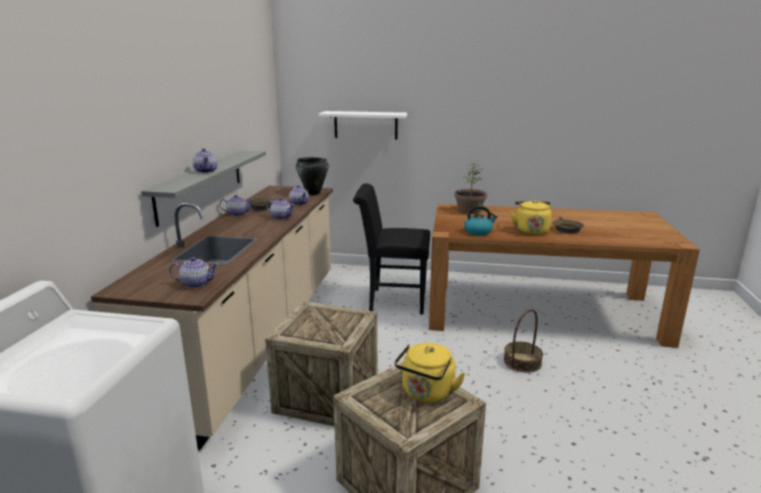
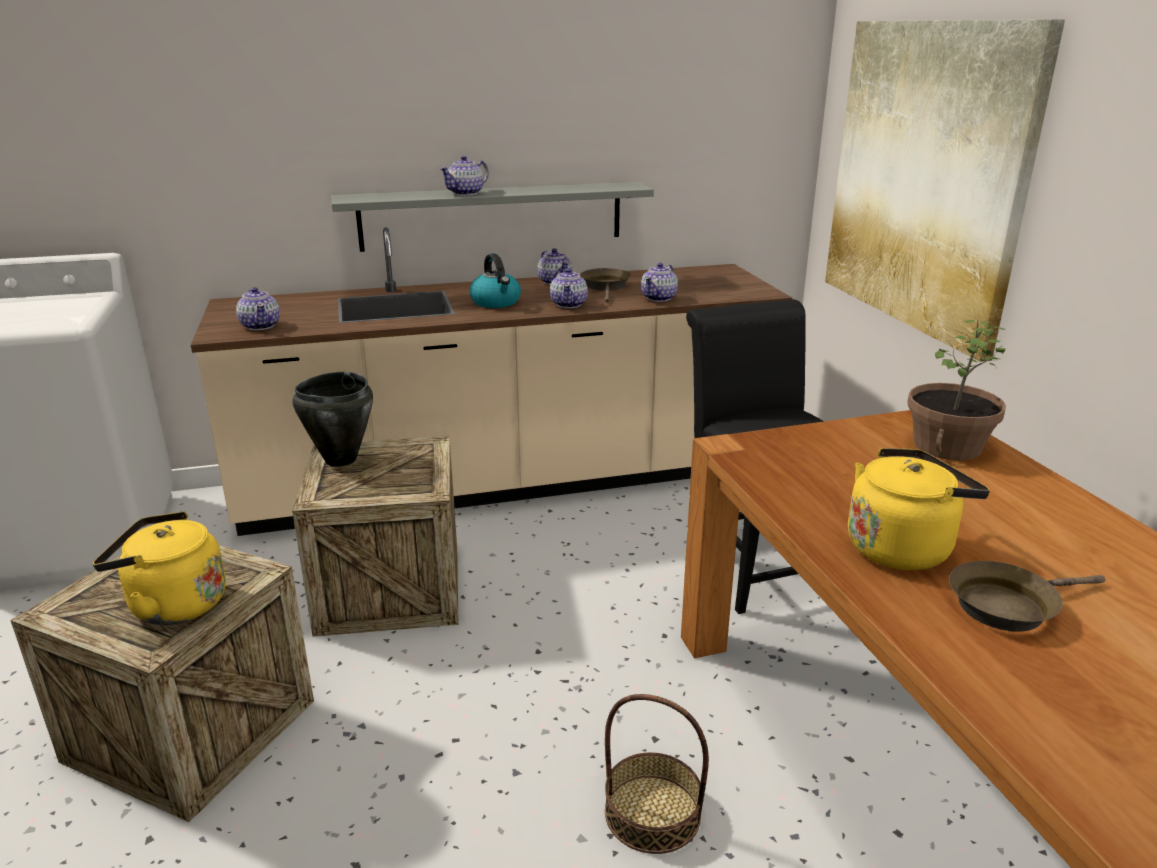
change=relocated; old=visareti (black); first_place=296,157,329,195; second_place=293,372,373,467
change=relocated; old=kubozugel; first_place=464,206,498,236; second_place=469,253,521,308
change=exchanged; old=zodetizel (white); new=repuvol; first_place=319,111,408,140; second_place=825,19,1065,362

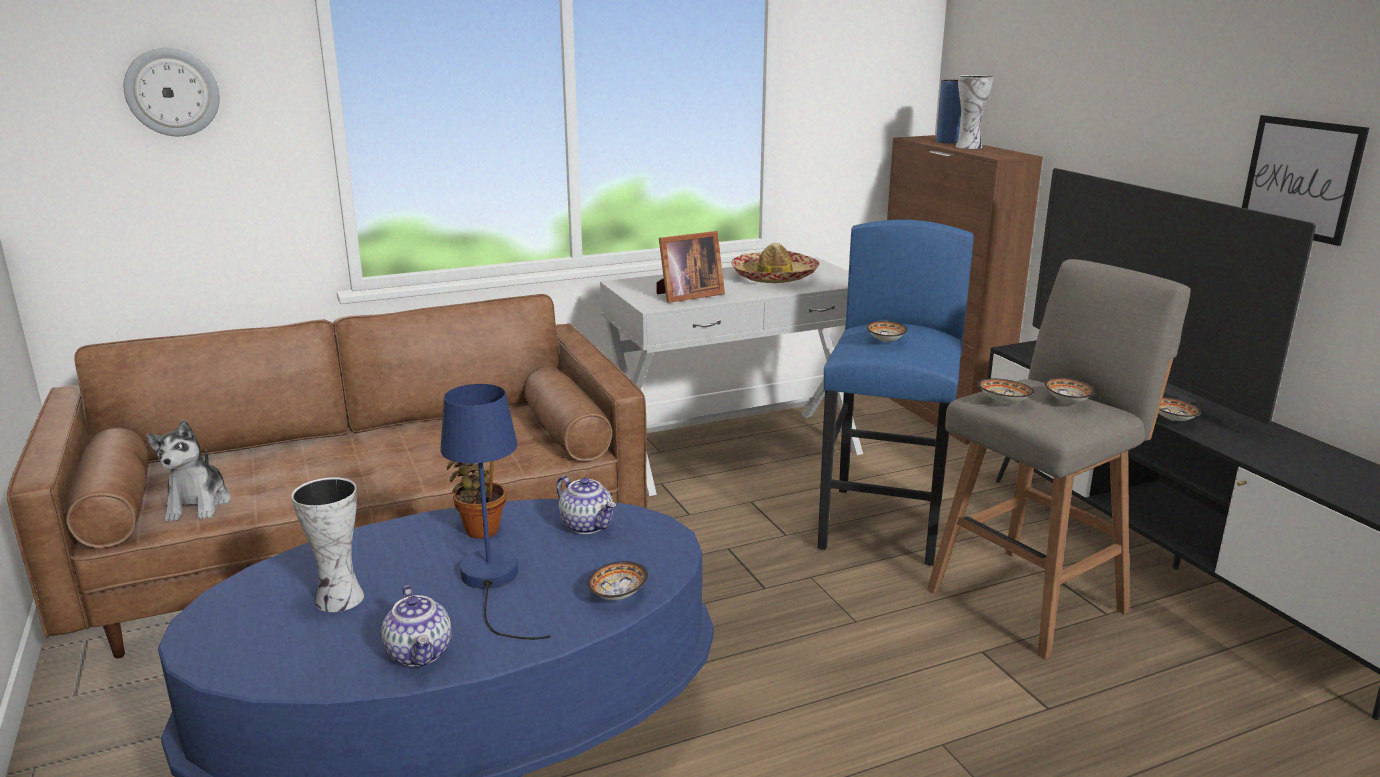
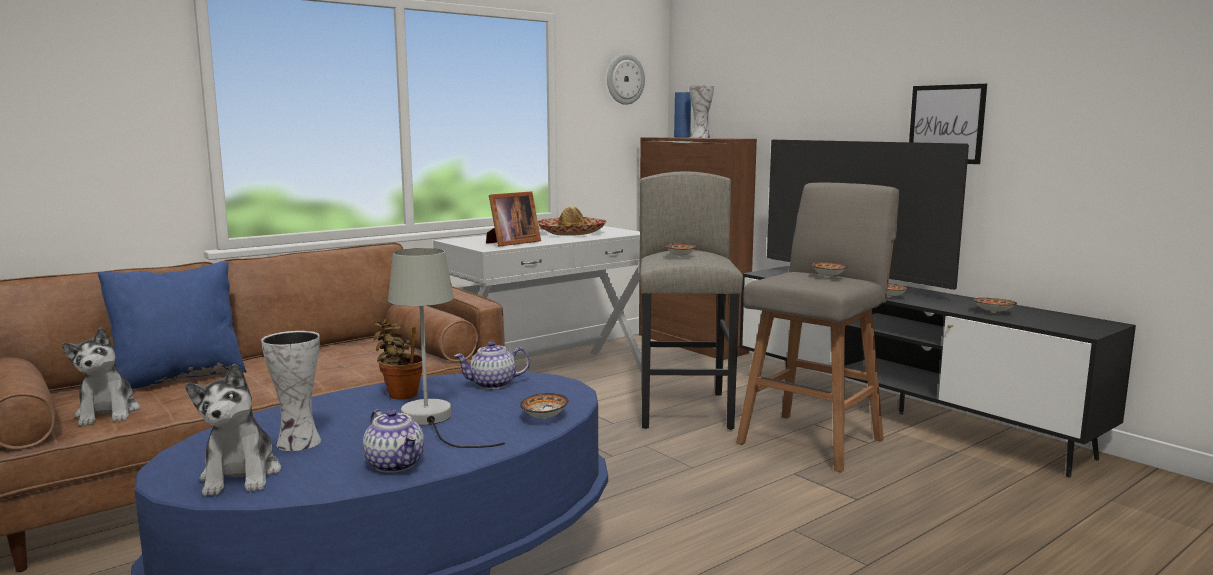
change=appeared; new=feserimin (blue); second_place=97,261,247,389
change=appeared; new=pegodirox; second_place=185,364,281,496
change=relocated; old=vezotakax; first_place=124,48,220,136; second_place=607,54,645,105
change=relocated; old=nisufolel; first_place=977,378,1035,403; second_place=972,298,1017,313
change=colour; old=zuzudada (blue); new=zuzudada (grey); first_place=440,384,551,640; second_place=388,248,505,448
change=colour; old=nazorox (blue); new=nazorox (grey); first_place=818,220,974,566; second_place=639,171,743,430
change=spun; old=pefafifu; first_place=556,476,616,534; second_place=454,341,530,389; degrees=135

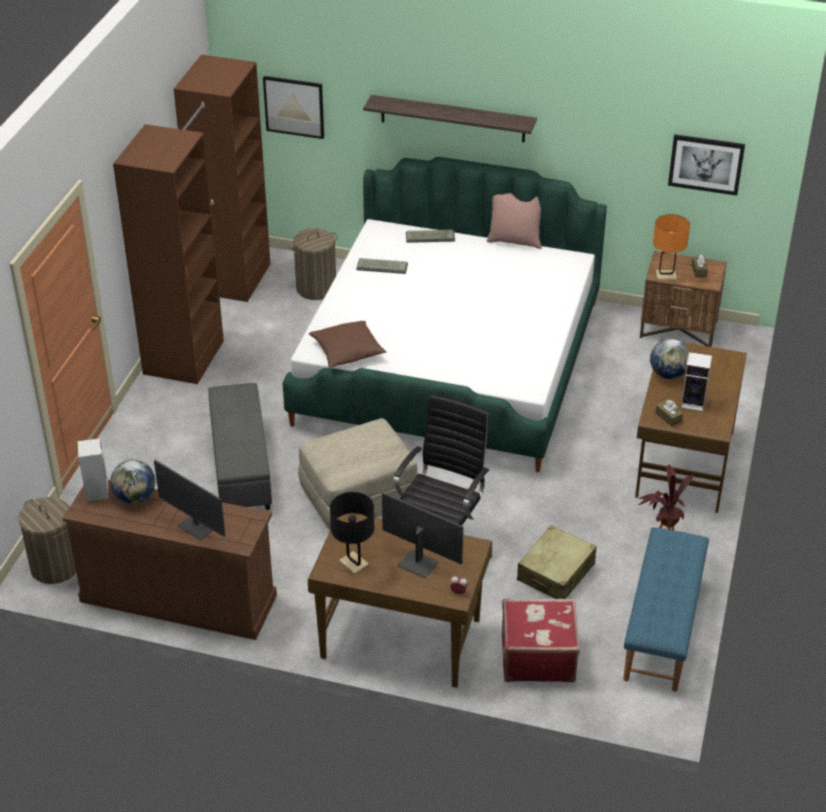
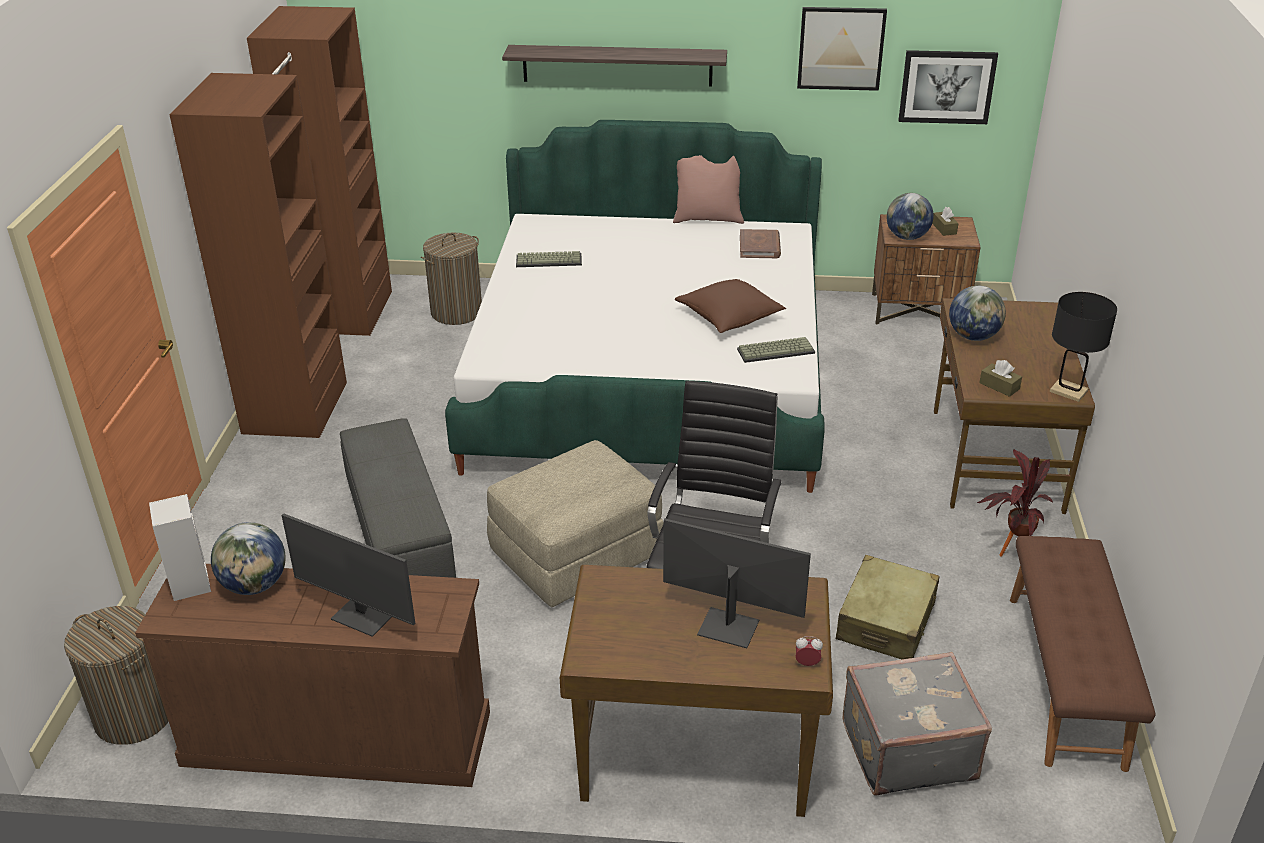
change=missing; old=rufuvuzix; first_place=681,352,712,411
change=appeared; new=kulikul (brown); second_place=740,229,781,258
change=relocated; old=repuvol; first_place=263,76,324,139; second_place=797,7,887,91
change=relocated; old=feserimin (brown); first_place=309,321,386,368; second_place=675,279,786,333
change=relocated; old=zuzudada (black); first_place=330,492,375,575; second_place=1050,292,1117,402
change=relocated; old=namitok; first_place=406,230,455,243; second_place=737,337,815,363
change=exchanged; old=zuzudada (orange); new=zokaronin; first_place=653,214,690,280; second_place=887,193,934,240
change=colour; old=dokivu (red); new=dokivu (grey); first_place=502,599,580,682; second_place=843,652,992,796
change=colour; old=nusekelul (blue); new=nusekelul (brown); first_place=623,527,709,692; second_place=1010,536,1156,772

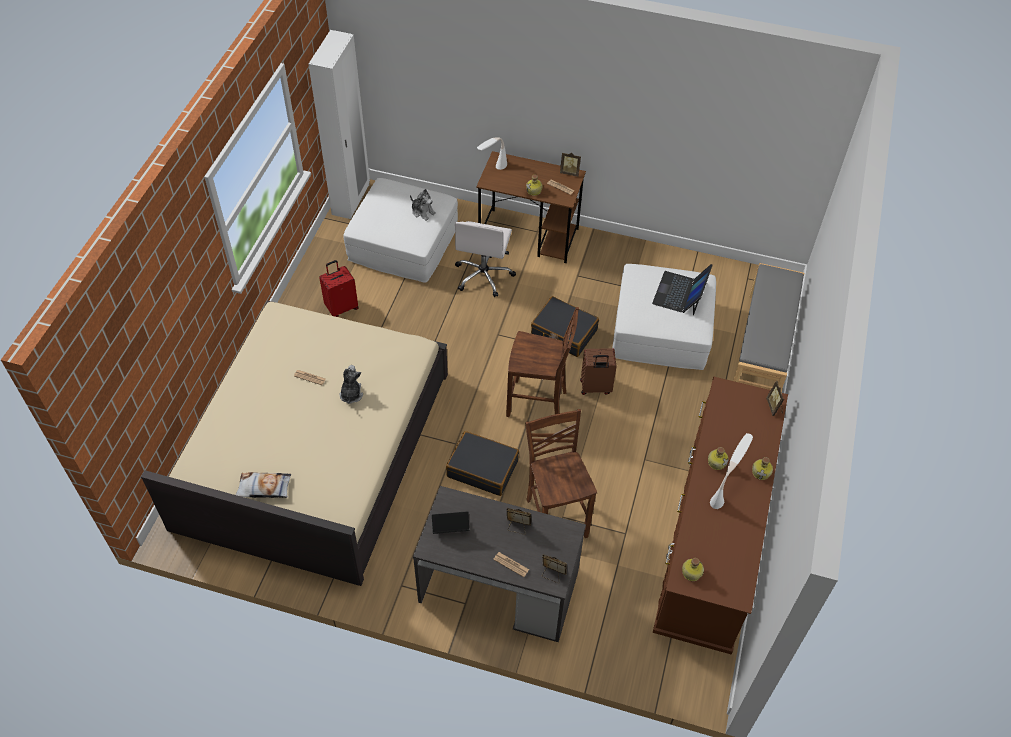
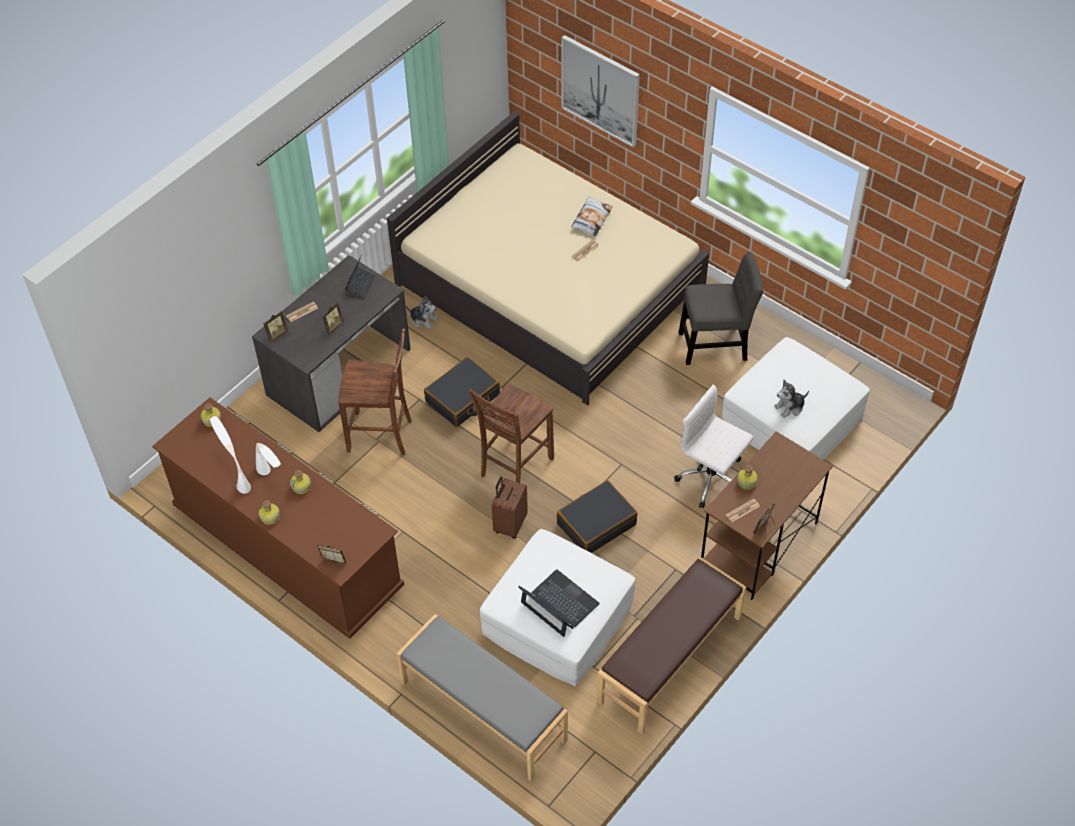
change=missing; old=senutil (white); first_place=308,30,370,219
change=appeared; new=repuvol; second_place=561,35,640,148
change=appeared; new=nusekelul (brown); second_place=597,557,746,735
change=relocated; old=feserimin; first_place=236,472,291,498; second_place=571,196,613,236
change=relocated; old=pegodirox; first_place=340,365,363,404; second_place=406,296,438,329
change=relocated; old=zuzudada (white); first_place=477,138,507,170; second_place=210,416,251,494
change=exchanged; old=dokivu (red); new=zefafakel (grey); first_place=319,260,359,317; second_place=678,252,764,365

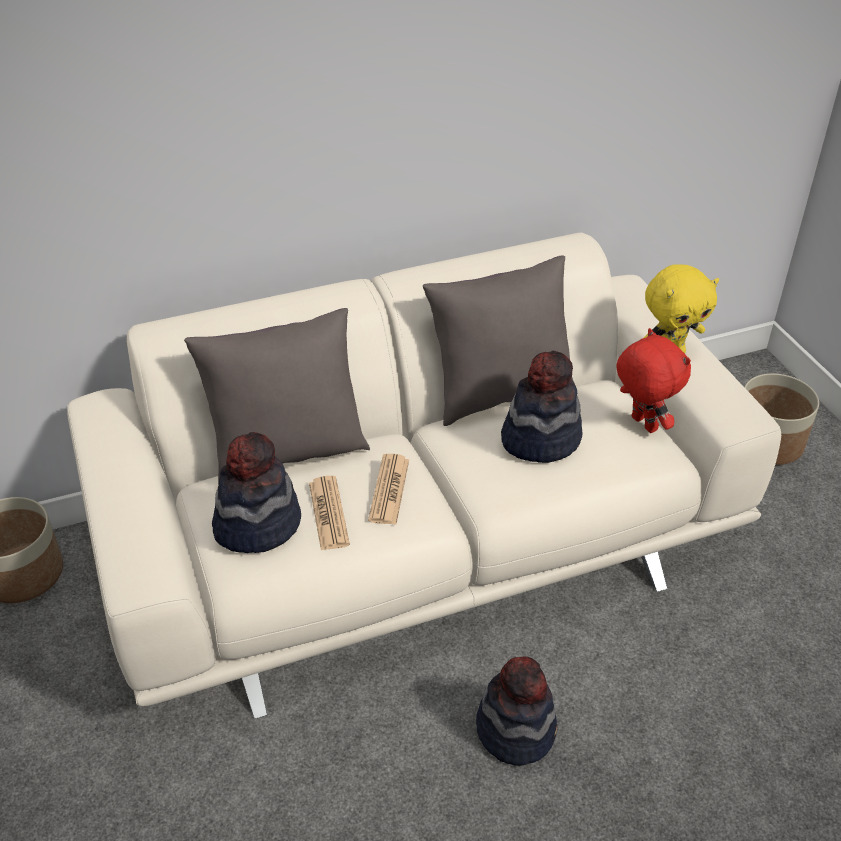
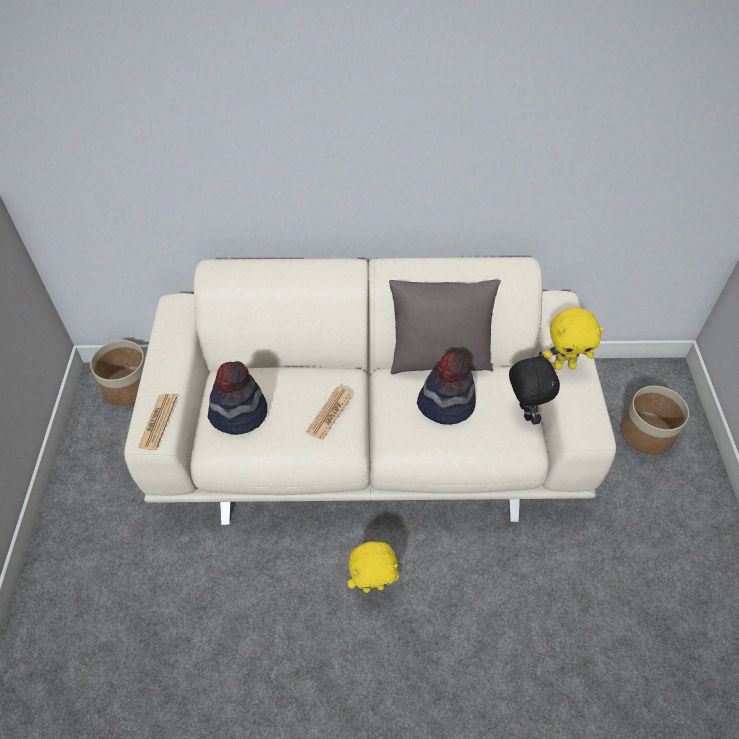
change=missing; old=feserimin (grey); first_place=184,308,370,485
change=relocated; old=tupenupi; first_place=309,476,350,550; second_place=138,394,177,450
change=exchanged; old=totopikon; new=pegodirox (yellow); first_place=476,656,558,766; second_place=348,542,399,593
change=colour; old=pegodirox (red); new=pegodirox (black); first_place=616,328,691,433; second_place=509,351,560,425

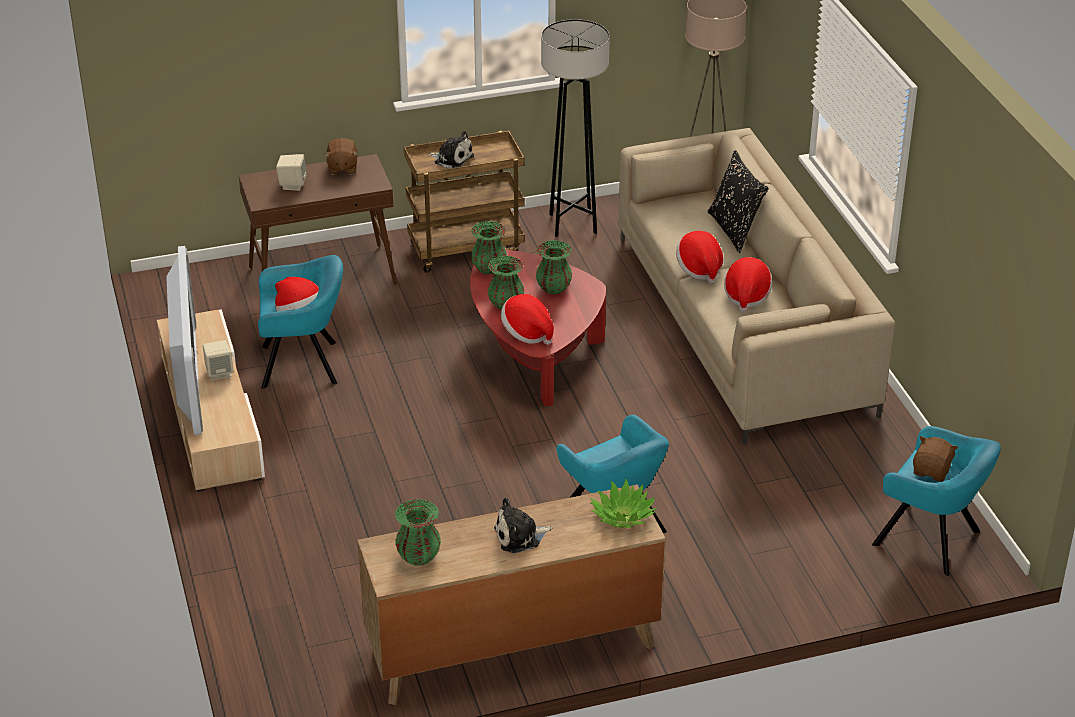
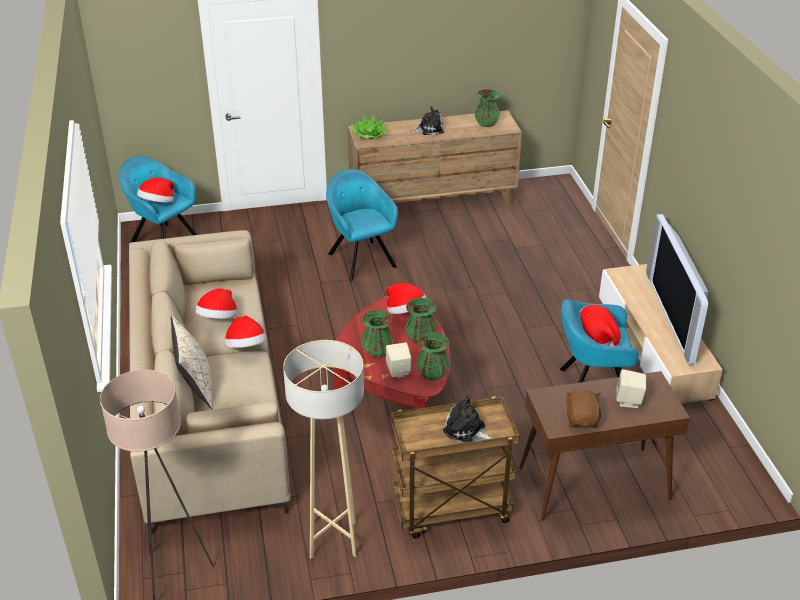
change=relocated; old=rufuvuzix (beige); first_place=203,340,234,380; second_place=386,342,411,378
change=exchanged; old=pegodirox (brown); new=totopikon; first_place=913,436,958,482; second_place=137,178,174,203
change=colour; old=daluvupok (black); new=daluvupok (beige); first_place=541,19,610,237; second_place=283,340,364,559
change=colour; old=feserimin (black); new=feserimin (beige); first_place=708,150,769,253; second_place=171,315,213,410

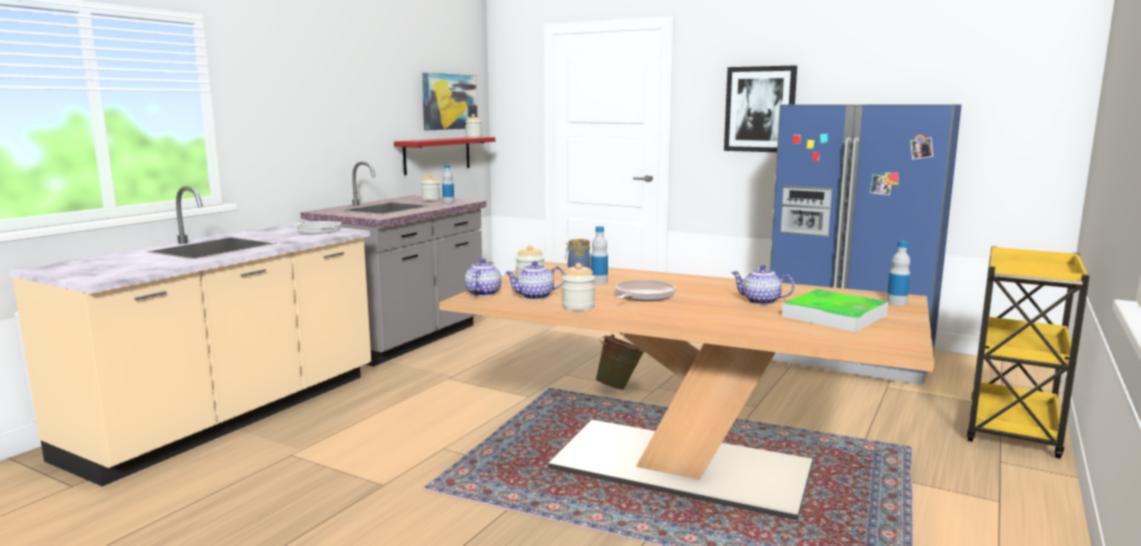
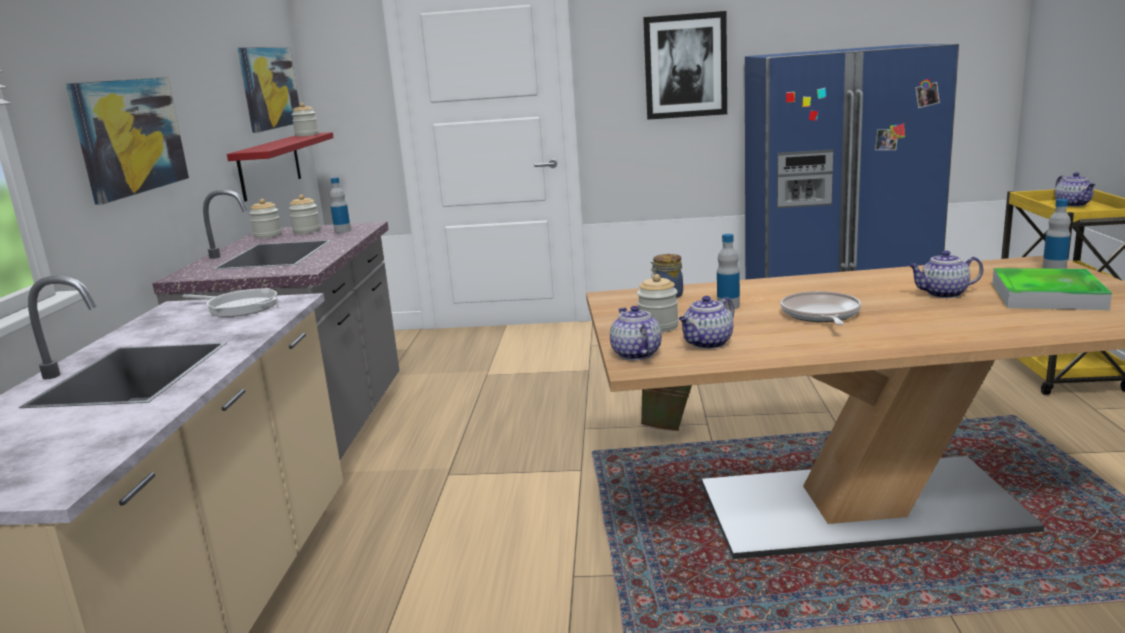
change=appeared; new=repuvol; second_place=66,77,189,205
change=appeared; new=pefafifu; second_place=1055,172,1095,207
change=relocated; old=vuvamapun; first_place=562,263,595,311; second_place=249,199,282,239

